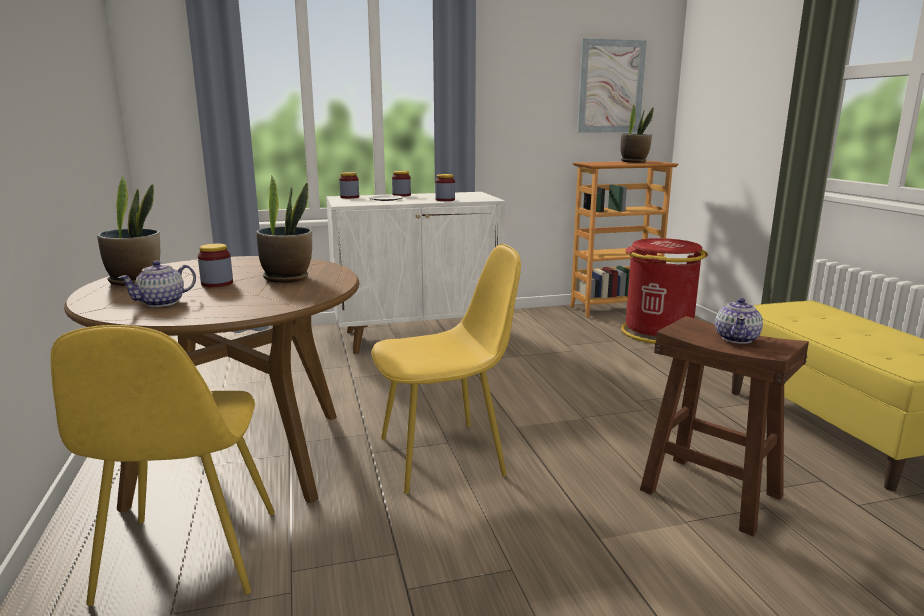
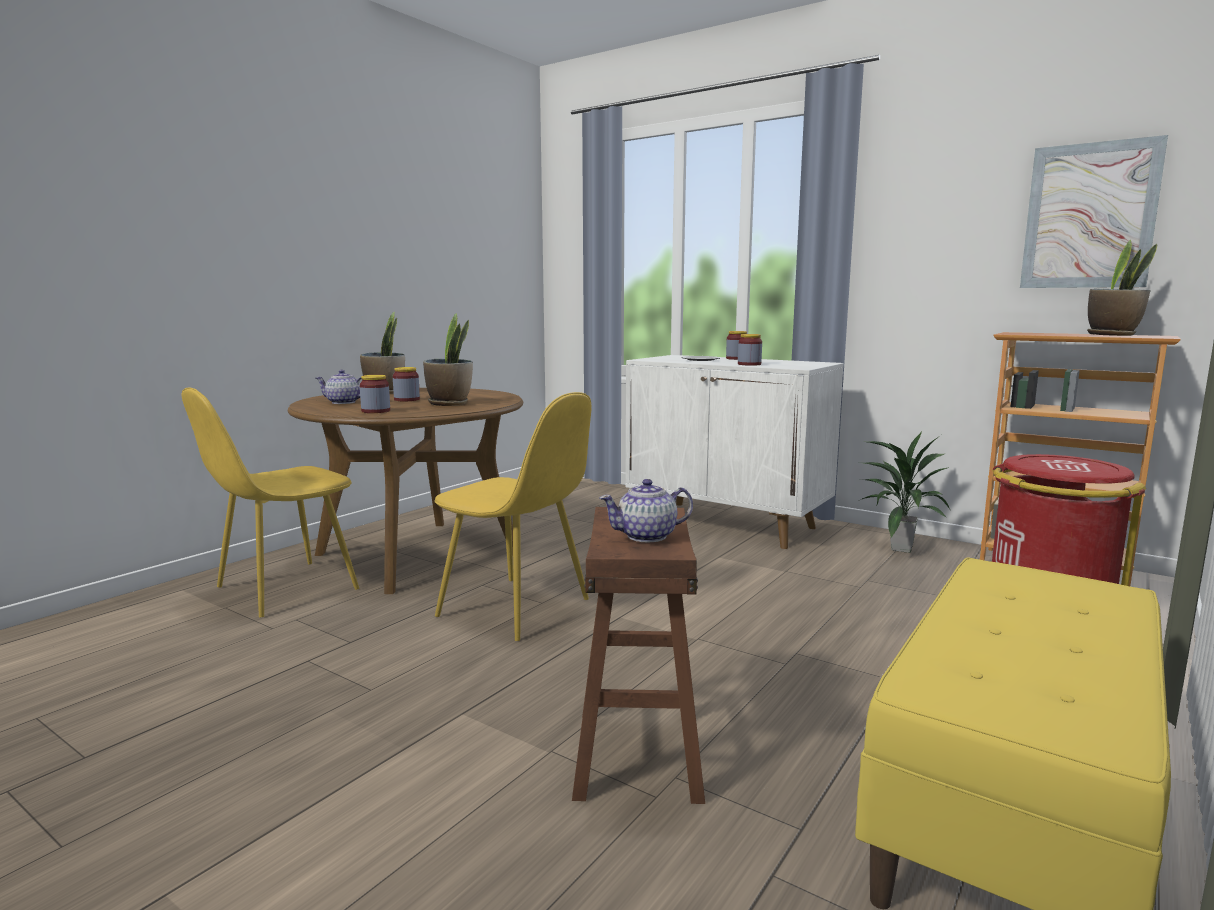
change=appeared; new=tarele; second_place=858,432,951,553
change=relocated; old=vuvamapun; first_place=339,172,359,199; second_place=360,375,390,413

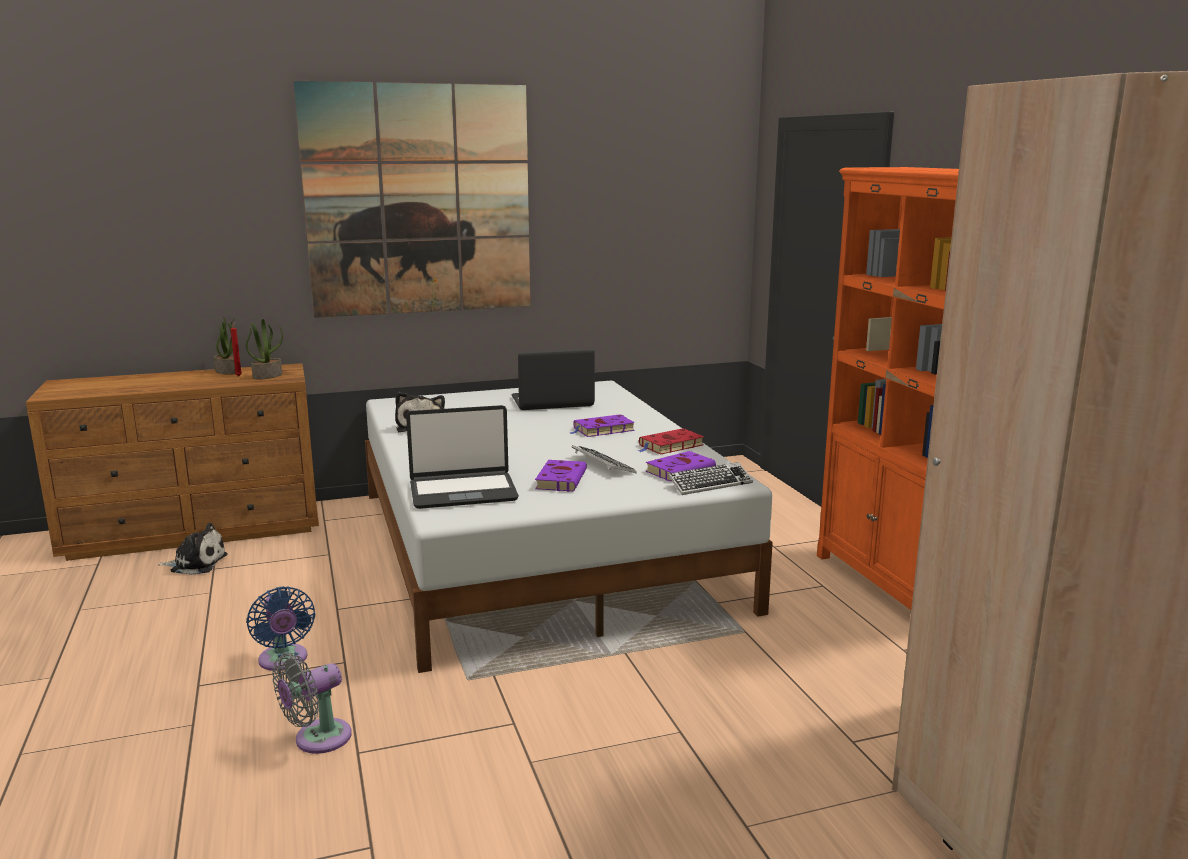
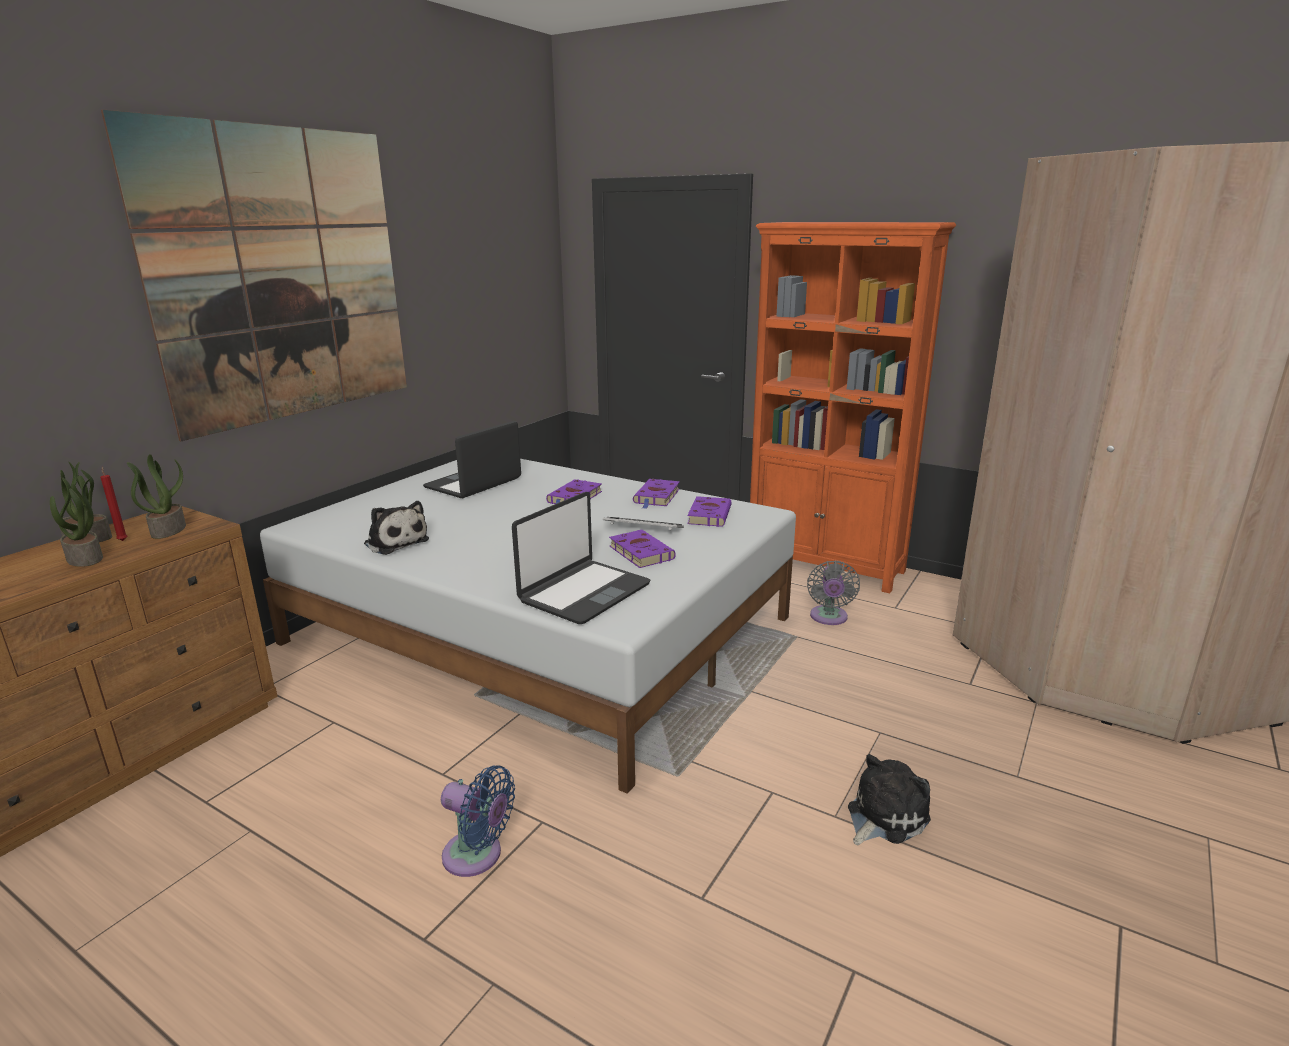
change=missing; old=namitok; first_place=668,462,753,495
change=appeared; new=tarele; second_place=50,478,103,567
change=relocated; old=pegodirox; first_place=158,523,228,575; second_place=848,754,931,845
change=relocated; old=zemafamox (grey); first_place=272,653,352,754; second_place=807,560,860,625
change=colour; old=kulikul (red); new=kulikul (purple); first_place=639,428,704,455; second_place=633,479,680,509

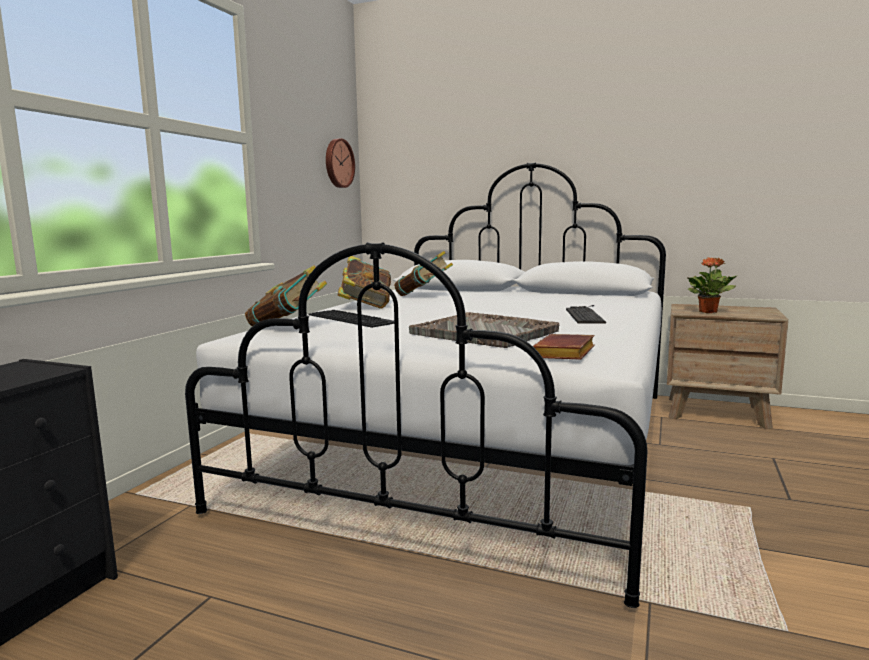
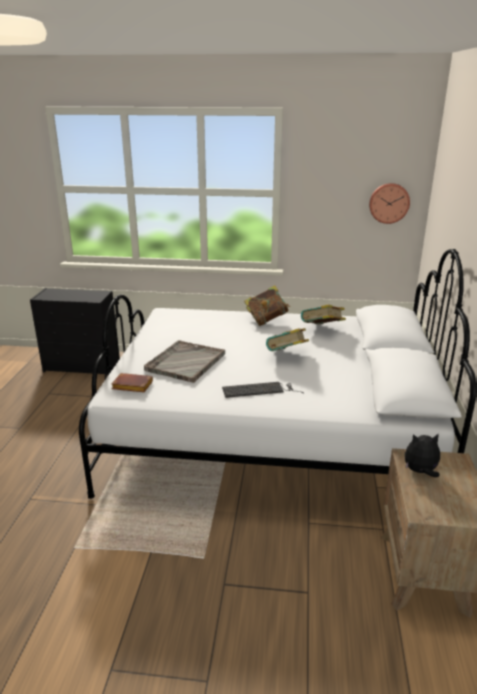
change=missing; old=namitok; first_place=309,310,394,328
change=relocated; old=kulikul; first_place=245,265,327,326; second_place=266,328,309,351
change=exchanged; old=tarele; new=pegodirox; first_place=687,257,738,313; second_place=405,433,440,477

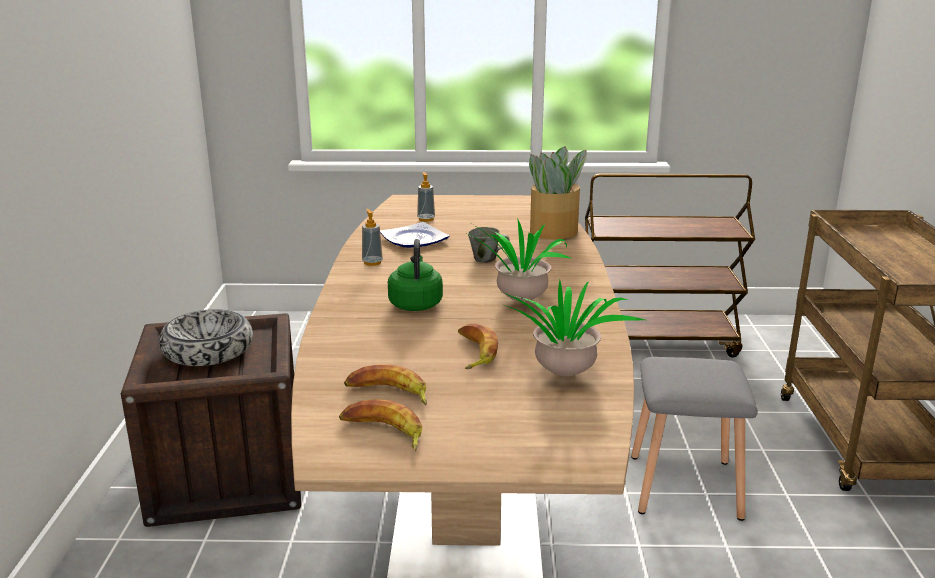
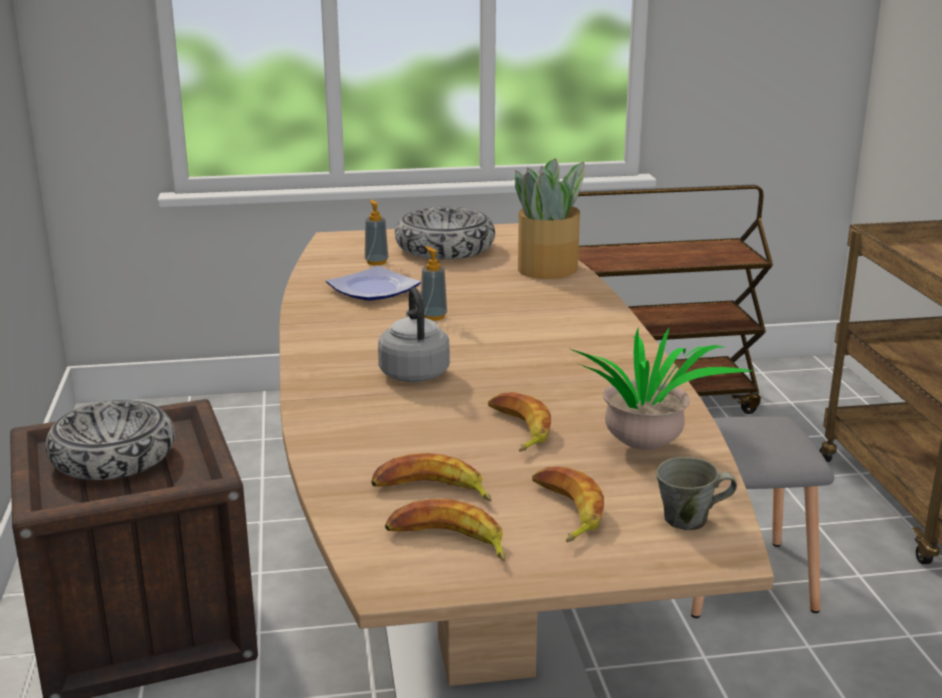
change=missing; old=tarele; first_place=463,218,573,301
change=appeared; new=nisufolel; second_place=395,207,495,260
change=appeared; new=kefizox; second_place=532,467,604,542
change=relocated; old=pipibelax; first_place=362,209,383,266; second_place=421,246,447,321
change=relocated; old=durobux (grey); first_place=468,227,510,263; second_place=656,457,737,530
change=colour; old=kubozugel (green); new=kubozugel (grey); first_place=388,239,443,311; second_place=378,287,450,382

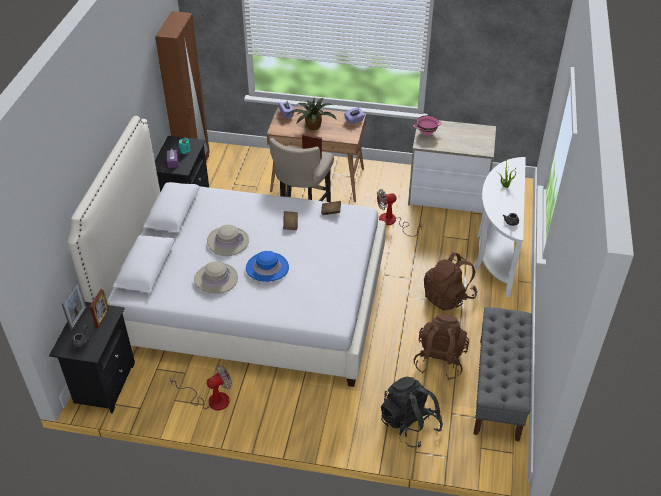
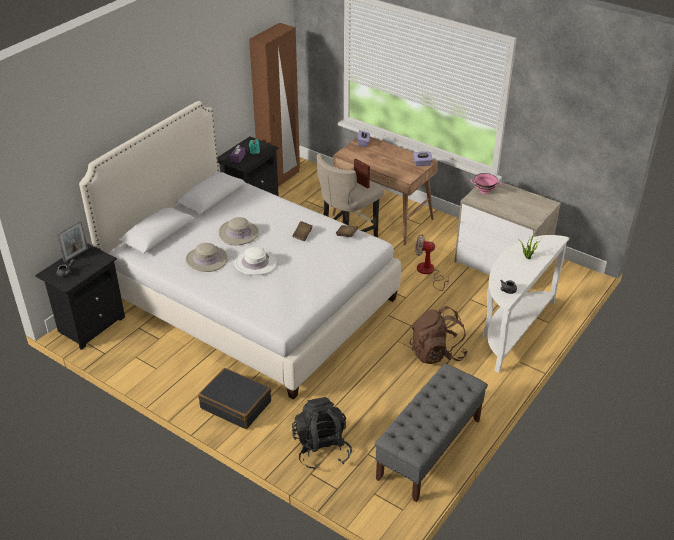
change=missing; old=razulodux; first_place=90,289,109,328
change=missing; old=zemafamox; first_place=170,365,232,411
change=missing; old=tarele; first_place=287,97,337,130
change=missing; old=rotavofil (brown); first_place=413,314,469,380
change=appeared; new=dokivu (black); second_place=198,368,271,429
change=colour; old=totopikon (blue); new=totopikon (white); first_place=246,251,289,282; second_place=234,247,276,275

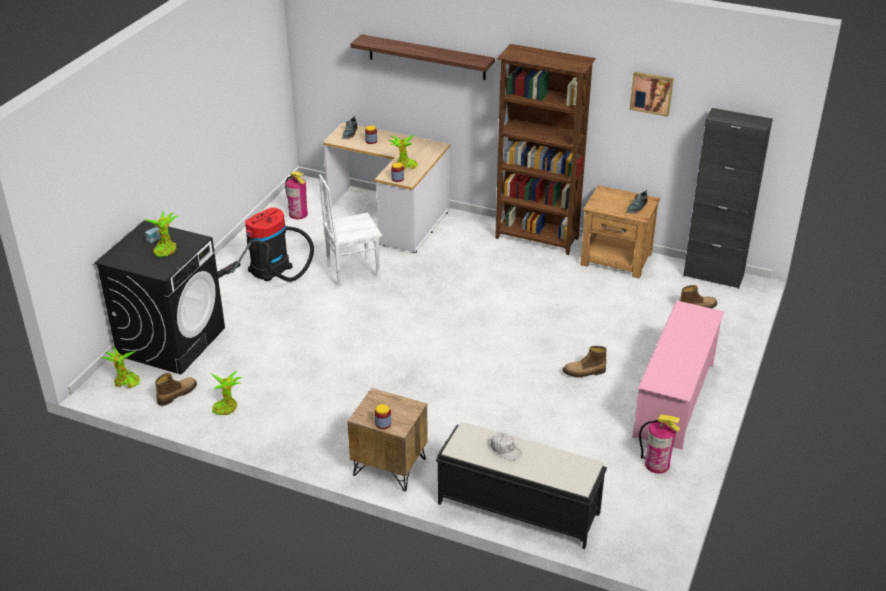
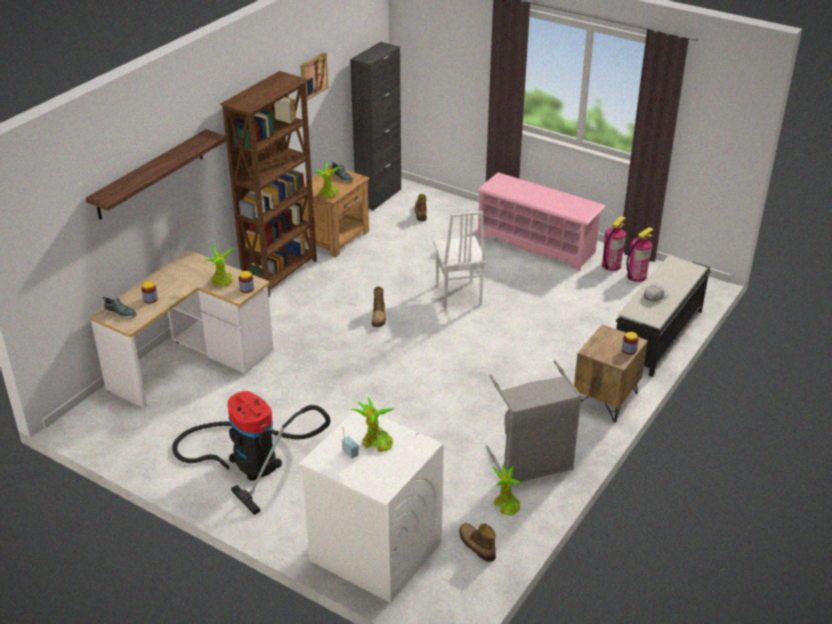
change=appeared; new=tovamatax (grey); second_place=486,360,582,484
change=relocated; old=tarele; first_place=102,347,140,388; second_place=312,161,342,198
change=relocated; old=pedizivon; first_place=285,171,308,219; second_place=626,227,654,282
change=relocated; old=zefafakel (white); first_place=319,174,382,286; second_place=433,211,487,309
change=relocated; old=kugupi; first_place=563,346,607,378; second_place=372,287,386,327
change=colour; old=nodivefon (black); new=nodivefon (white); first_place=95,220,225,375; second_place=299,407,444,603

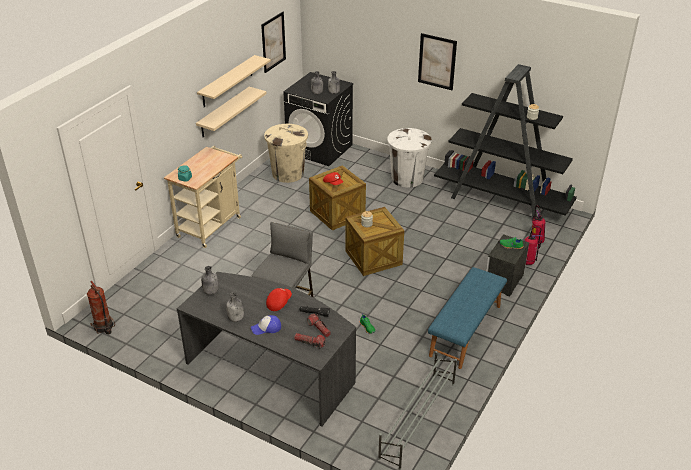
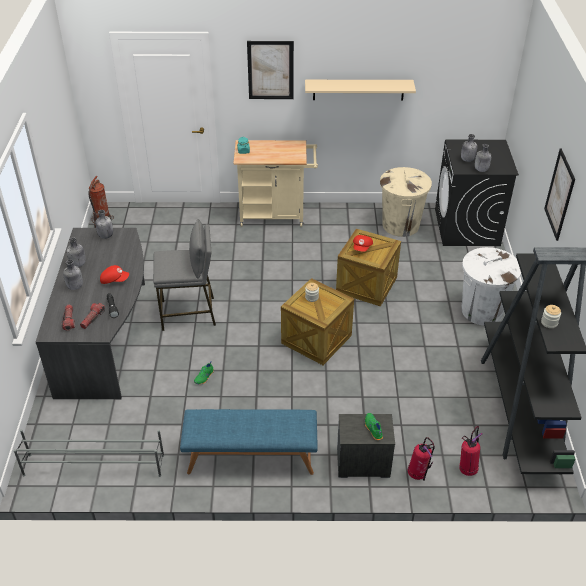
change=missing; old=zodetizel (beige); first_place=196,87,267,137
change=relocated; old=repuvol; first_place=261,12,286,73; second_place=247,41,294,99
change=exchanged; old=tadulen; new=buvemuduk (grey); first_place=251,315,281,335; second_place=63,260,83,290

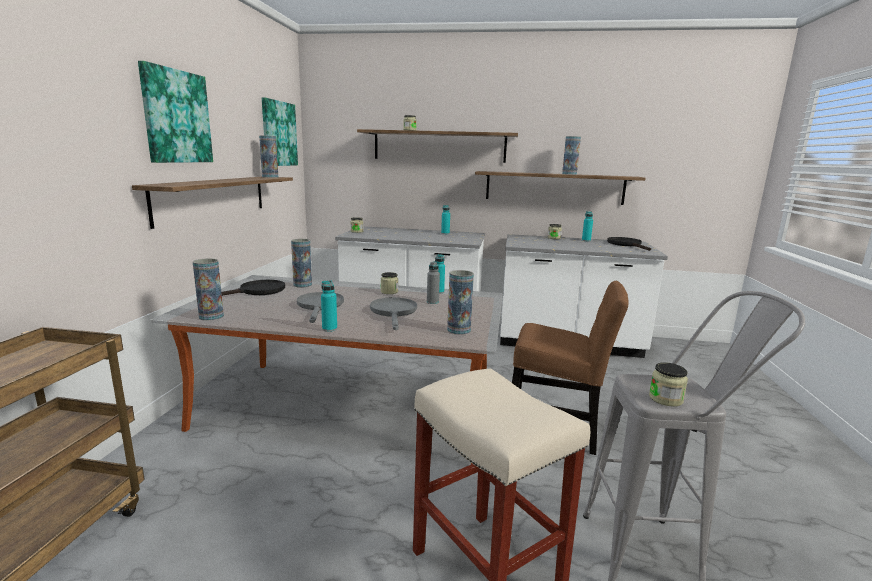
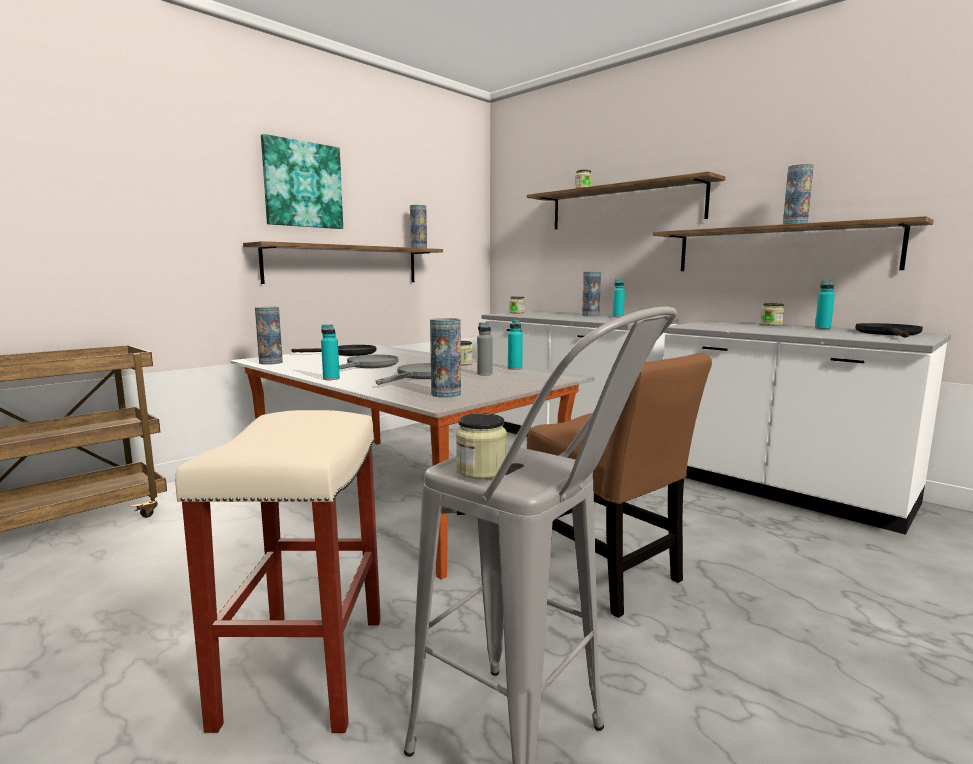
change=missing; old=repuvol; first_place=262,98,298,166
change=relocated; old=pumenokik; first_place=291,239,312,287; second_place=582,272,601,317

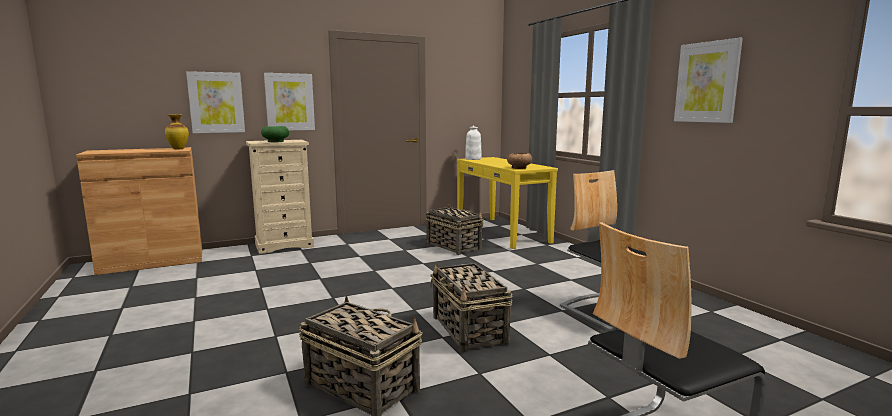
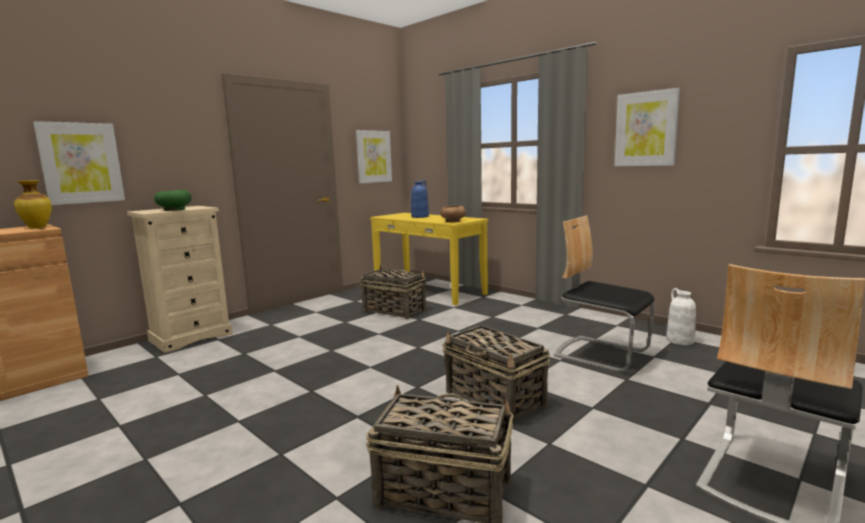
change=appeared; new=pumenokik (blue); second_place=411,180,429,218
change=relocated; old=repuvol; first_place=264,73,315,131; second_place=356,130,392,183
change=relocated; old=pumenokik (white); first_place=465,126,481,160; second_place=666,288,696,345

